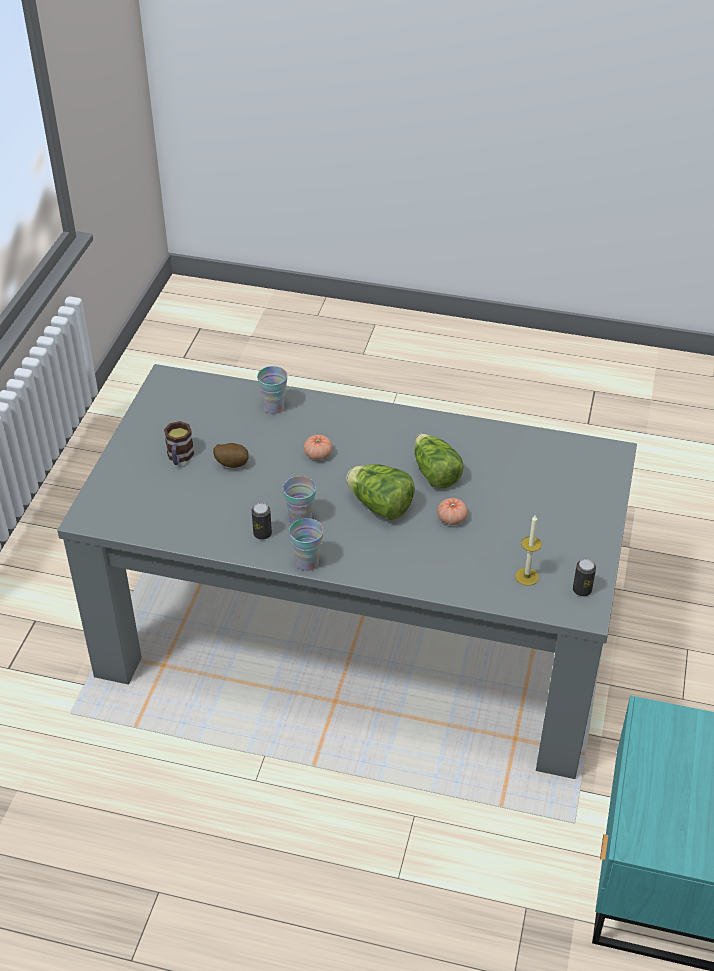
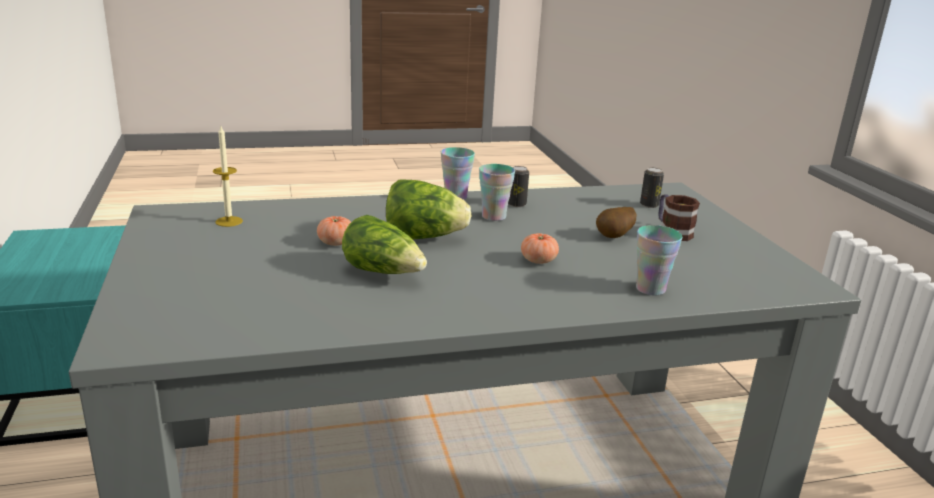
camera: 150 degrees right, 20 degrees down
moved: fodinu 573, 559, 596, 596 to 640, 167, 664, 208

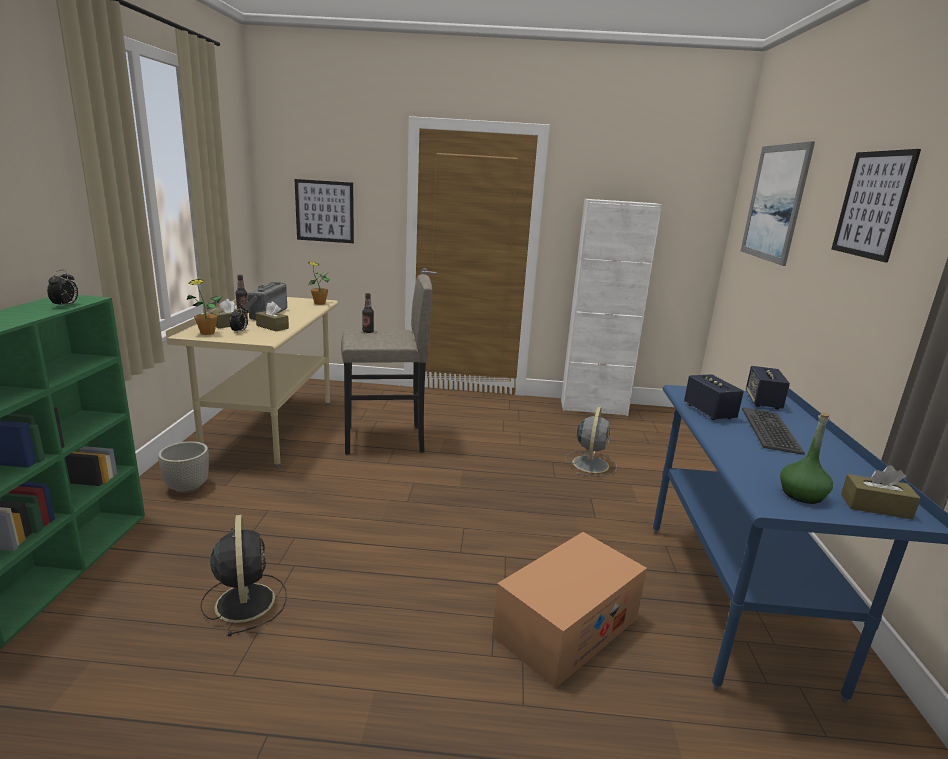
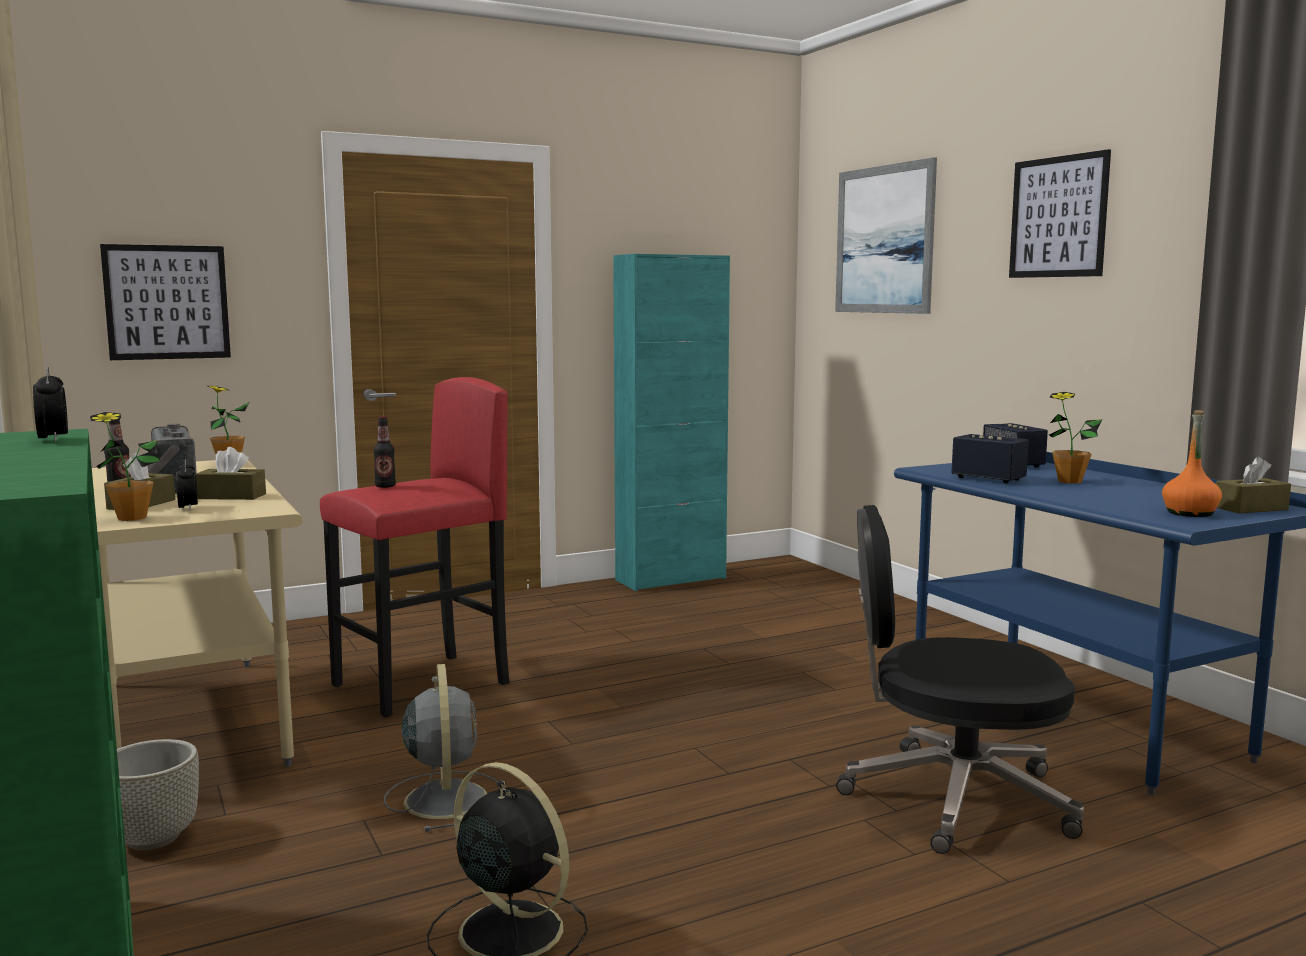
camera: 30 degrees left, 10 degrees down
moved: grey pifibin 565, 407, 617, 477 to 384, 664, 498, 832
replaced: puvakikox 493, 532, 647, 688 to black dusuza 836, 505, 1084, 854; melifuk 742, 407, 805, 455 to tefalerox 1049, 392, 1103, 484
recoloured: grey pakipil 341, 274, 432, 454 to red pakipil 320, 377, 509, 717; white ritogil 561, 199, 662, 416 to turquoise ritogil 613, 254, 730, 591; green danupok 780, 412, 833, 504 to orange danupok 1162, 410, 1222, 517

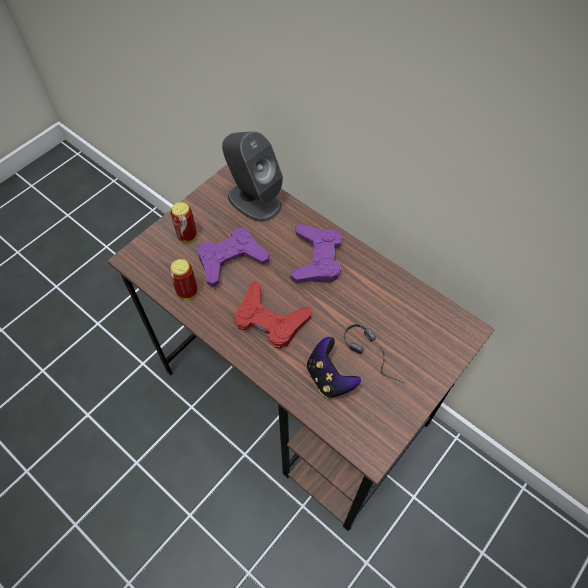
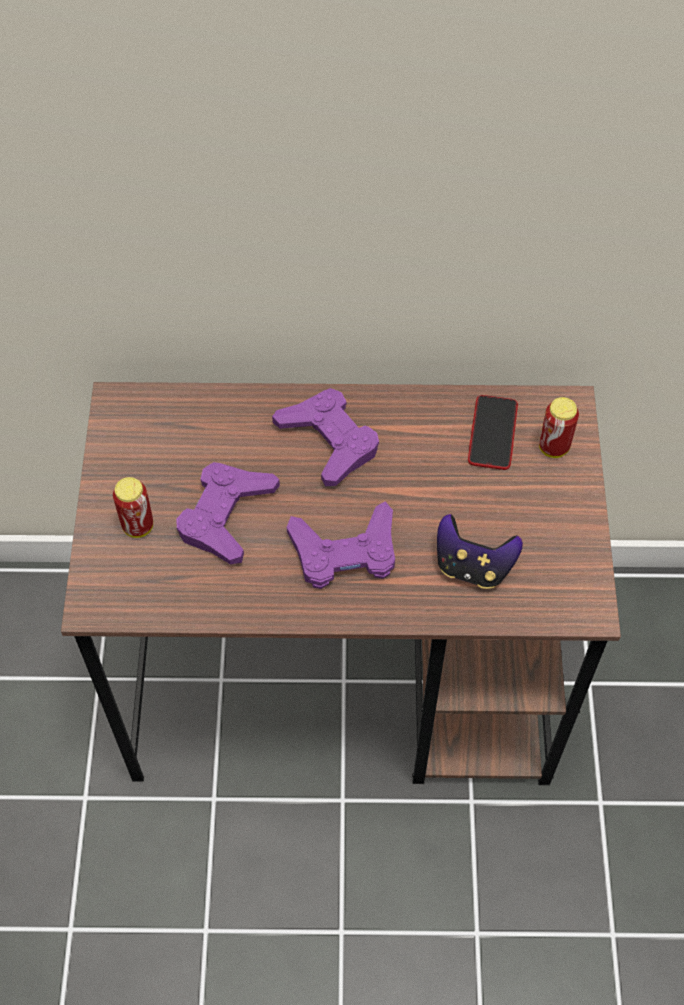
camera: 40 degrees left, 0 degrees up
removed: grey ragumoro 222, 131, 283, 222; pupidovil 344, 324, 404, 383
added: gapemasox 468, 395, 518, 470
moved: fodinu 169, 259, 198, 299 to 539, 397, 579, 458
recoloured: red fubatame 234, 281, 311, 349 to purple fubatame 287, 501, 395, 589

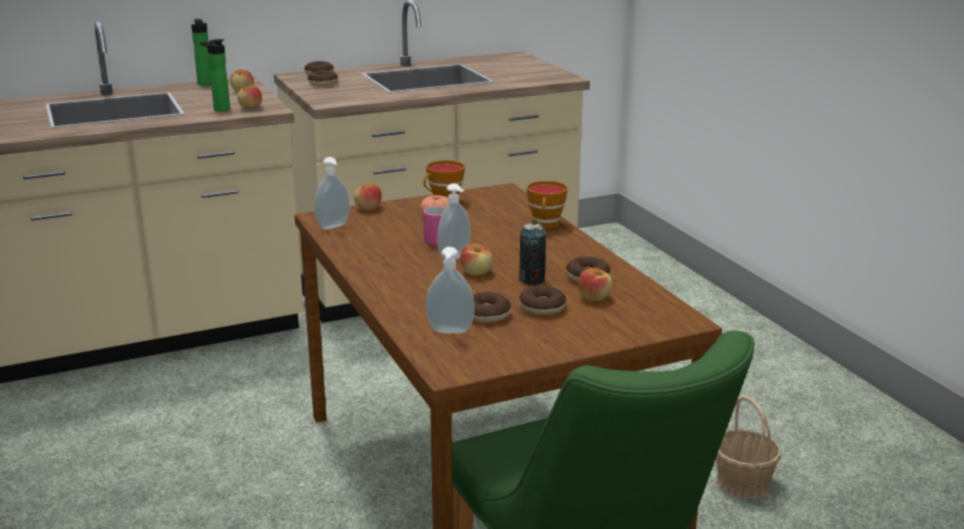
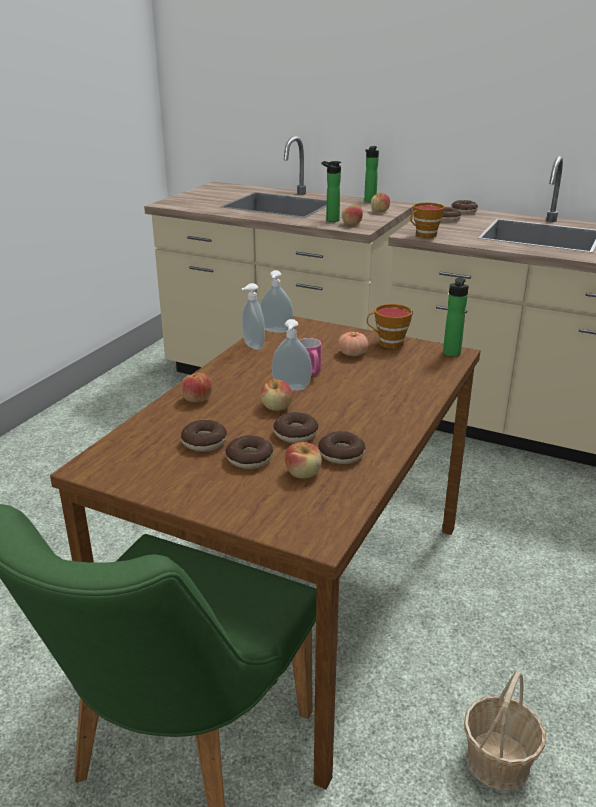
camera: 50 degrees right, 5 degrees up
added: danupok 443, 277, 469, 357
moved: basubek 354, 183, 382, 210 to 181, 373, 212, 402; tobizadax 426, 247, 475, 334 to 241, 283, 265, 350; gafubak 526, 181, 568, 229 to 410, 202, 445, 238
replaced: fodinu 519, 223, 546, 286 to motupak 273, 412, 318, 443

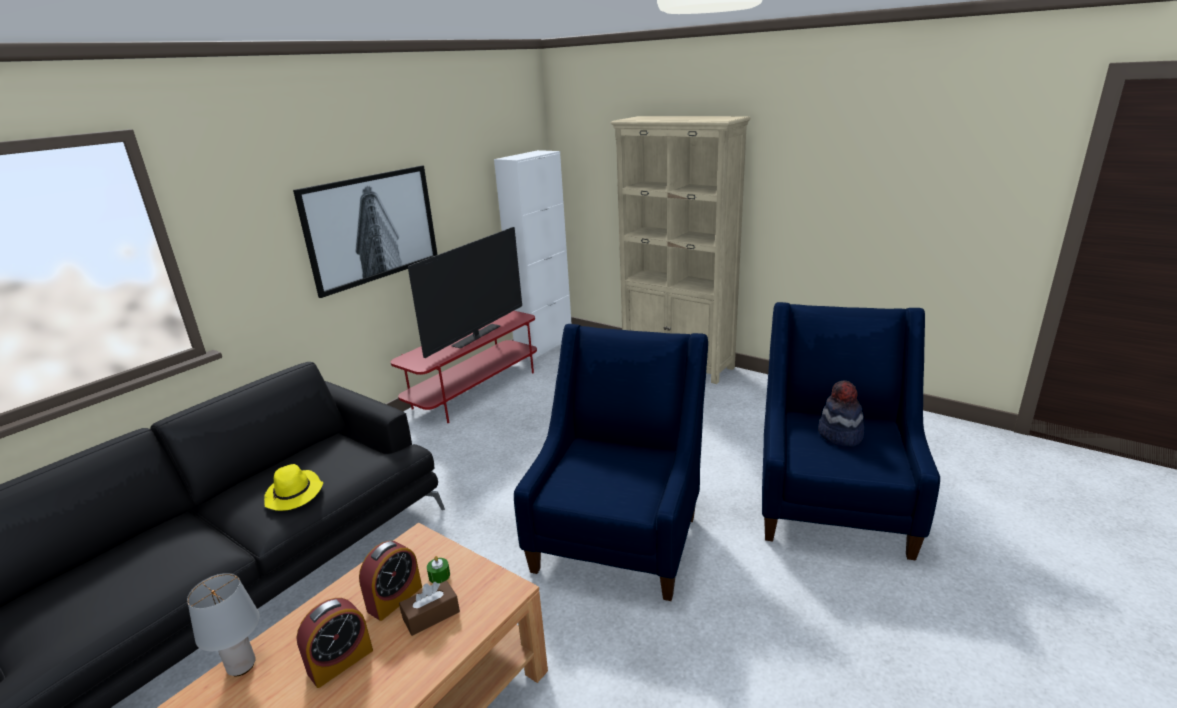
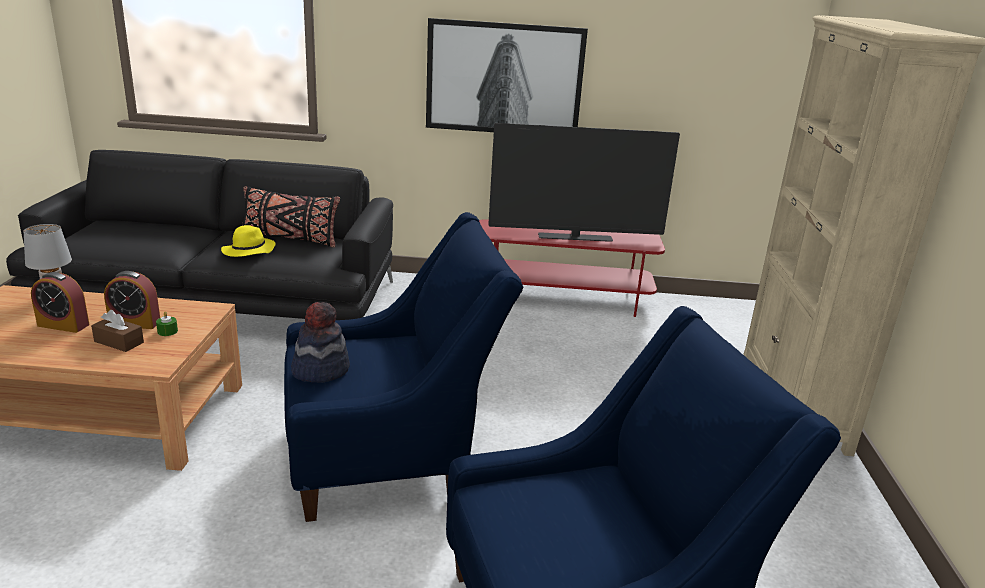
camera: 55 degrees right, 0 degrees up
removed: white ritogil 494, 150, 572, 359
added: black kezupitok 242, 186, 340, 247
moved: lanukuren 818, 380, 864, 447 to 291, 302, 350, 383

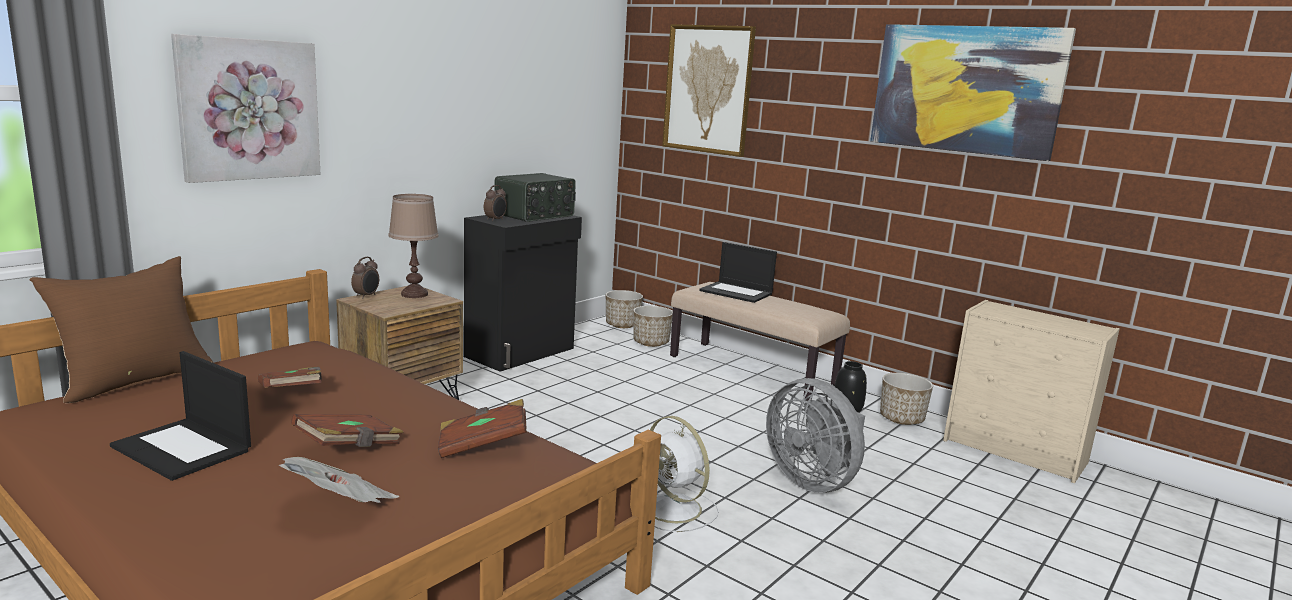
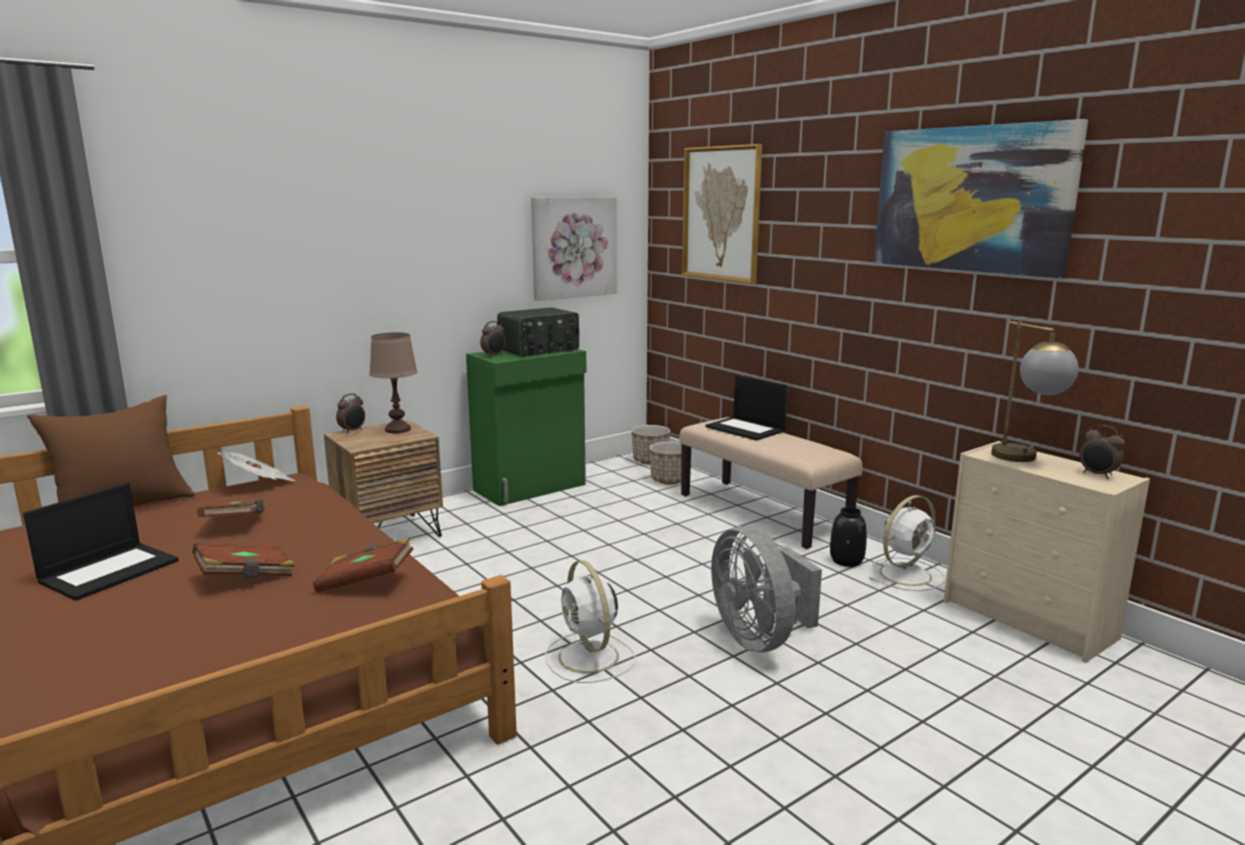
camera: 15 degrees right, 0 degrees up
added: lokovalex 991, 321, 1079, 462; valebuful 1080, 425, 1125, 479
moved: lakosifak 171, 34, 321, 183 to 531, 197, 617, 301; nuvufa 279, 457, 399, 503 to 217, 452, 296, 481
replaced: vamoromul 880, 373, 933, 425 to white pifibin 868, 495, 945, 591
recoloured: black ritogil 464, 215, 582, 372 to green ritogil 466, 349, 587, 506
turned: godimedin 110, 351, 251, 481 = 23, 483, 179, 601 105 degrees counterclockwise

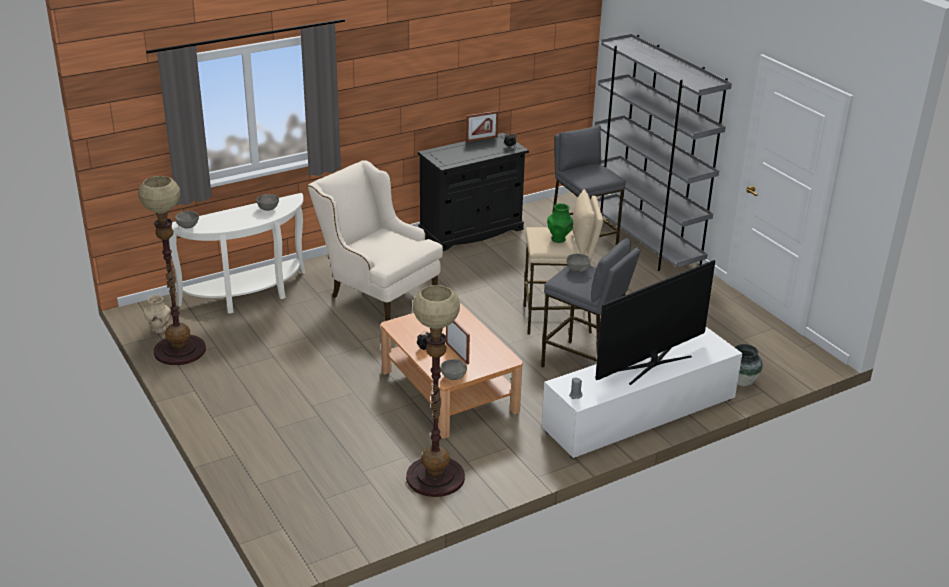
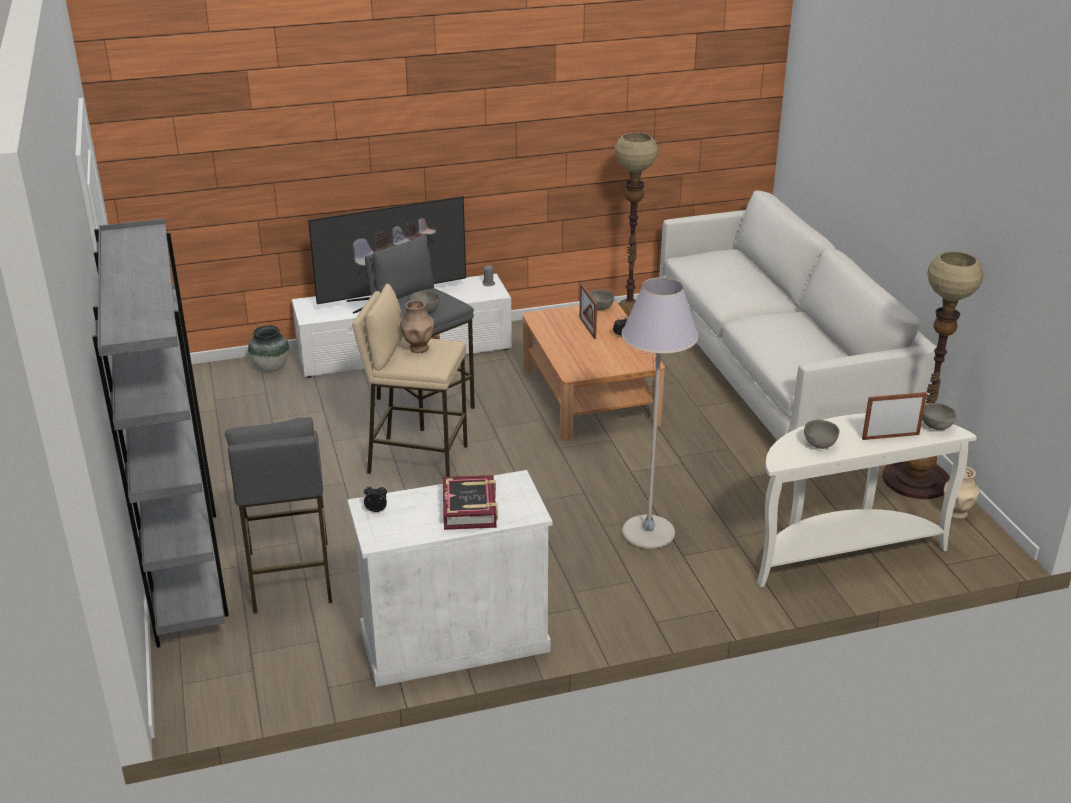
camera: 165 degrees left, 0 degrees up
added: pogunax 443, 475, 498, 530; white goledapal 659, 190, 937, 440
moved: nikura 466, 111, 499, 142 to 862, 392, 927, 440
replaced: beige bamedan 308, 160, 443, 321 to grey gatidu 622, 277, 699, 549
recoloured: black ritogil 418, 133, 529, 251 to white ritogil 347, 470, 553, 687; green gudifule 547, 203, 573, 243 to brown gudifule 400, 300, 434, 353

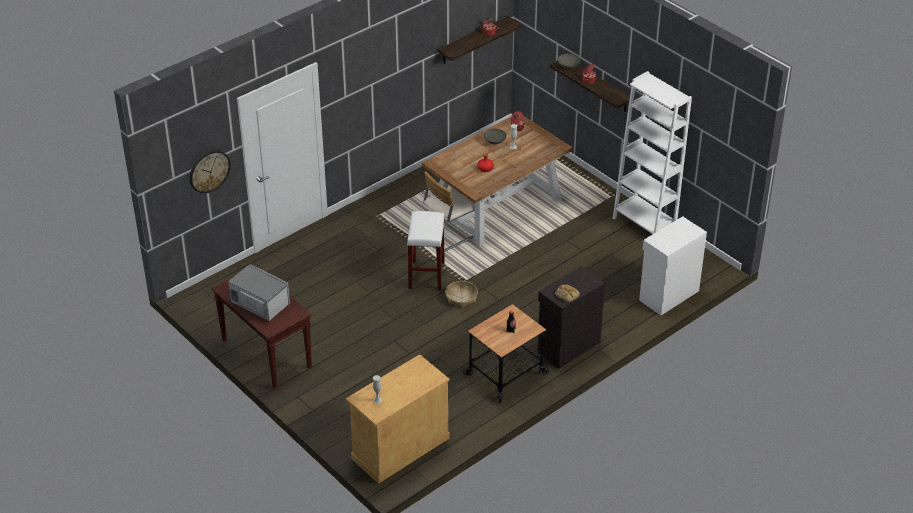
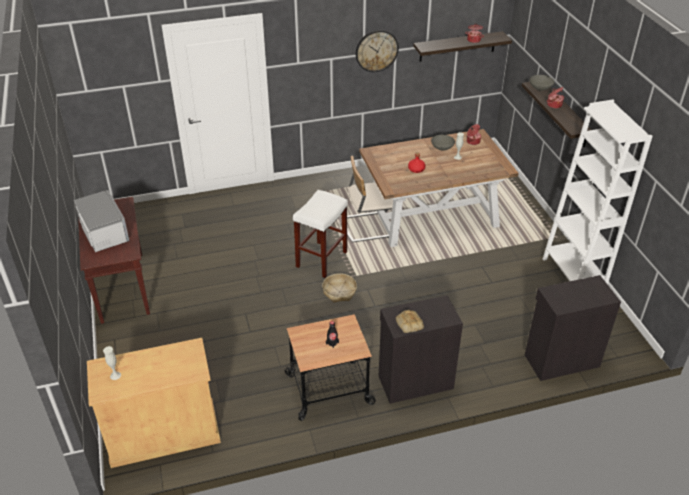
camera: 25 degrees right, 0 degrees up
moved: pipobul 190, 150, 231, 193 to 356, 30, 399, 72
recoloured: white ritogil 639, 216, 707, 315 to black ritogil 525, 275, 621, 381

